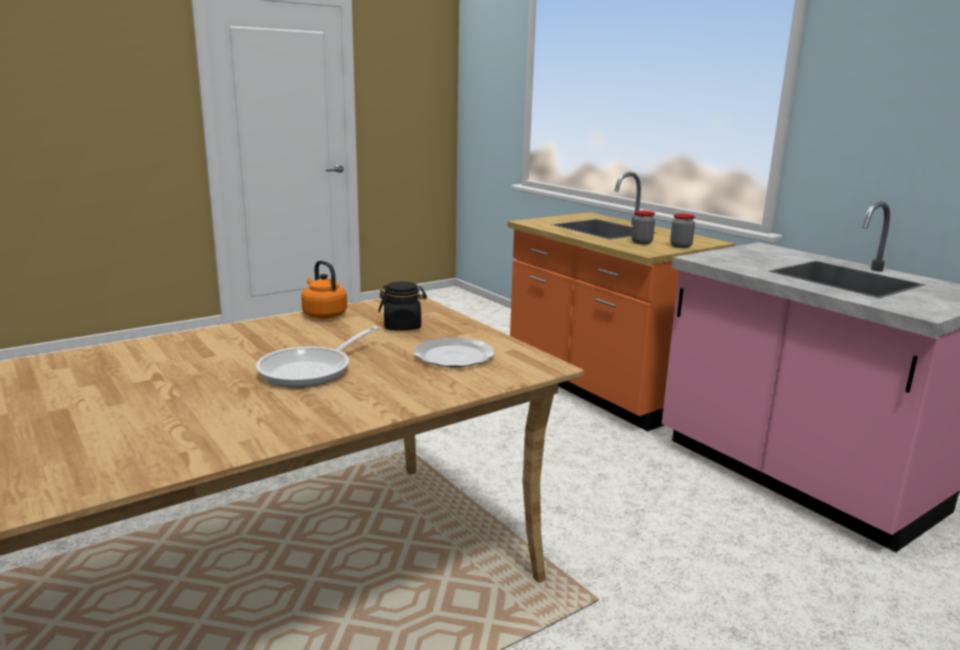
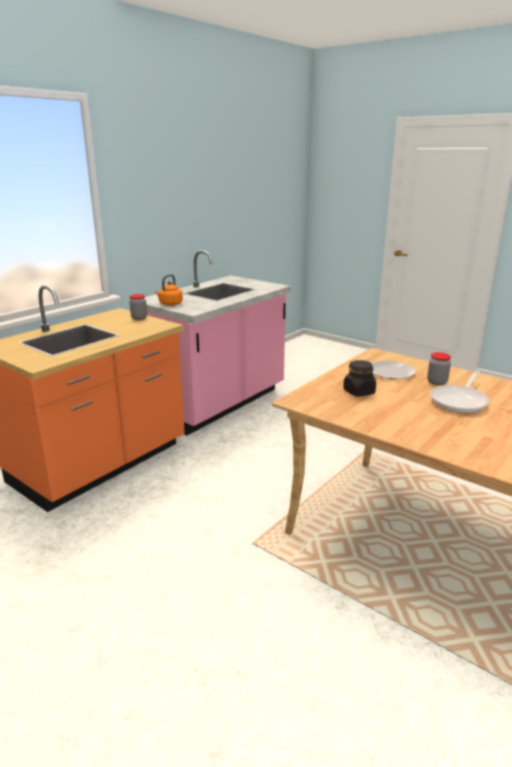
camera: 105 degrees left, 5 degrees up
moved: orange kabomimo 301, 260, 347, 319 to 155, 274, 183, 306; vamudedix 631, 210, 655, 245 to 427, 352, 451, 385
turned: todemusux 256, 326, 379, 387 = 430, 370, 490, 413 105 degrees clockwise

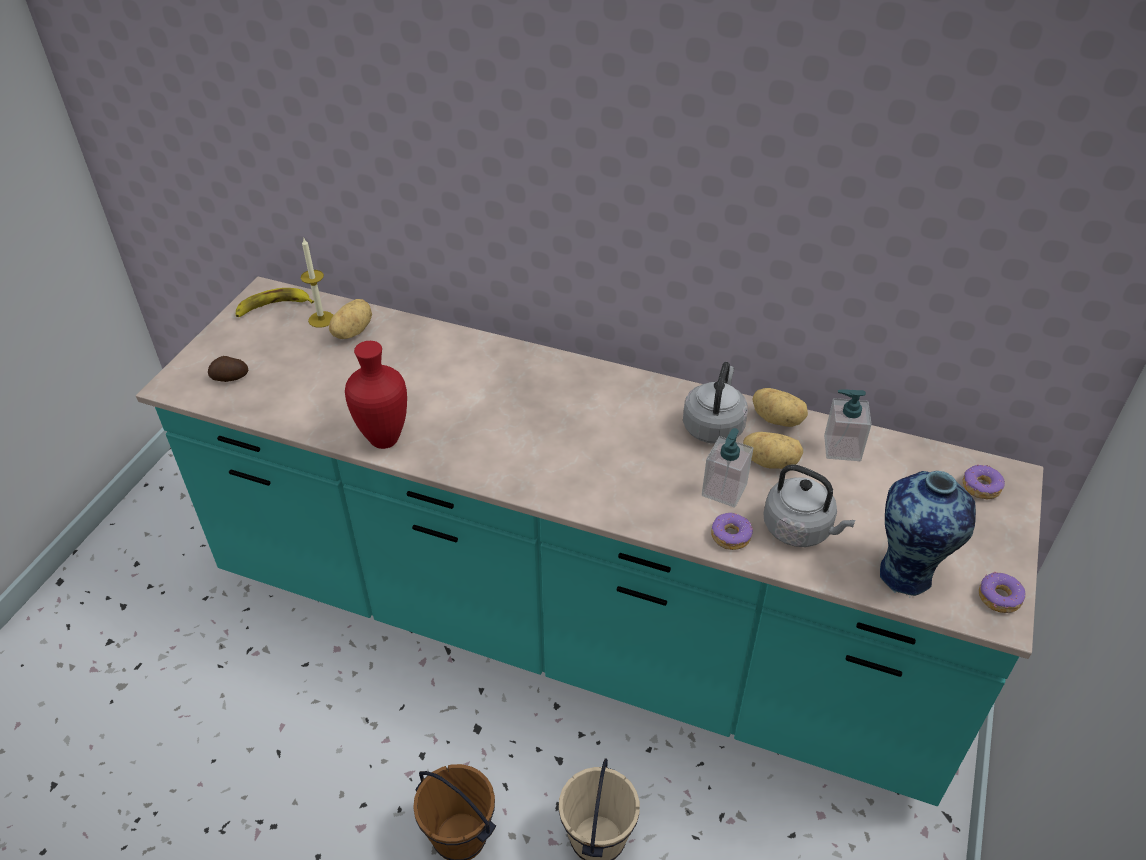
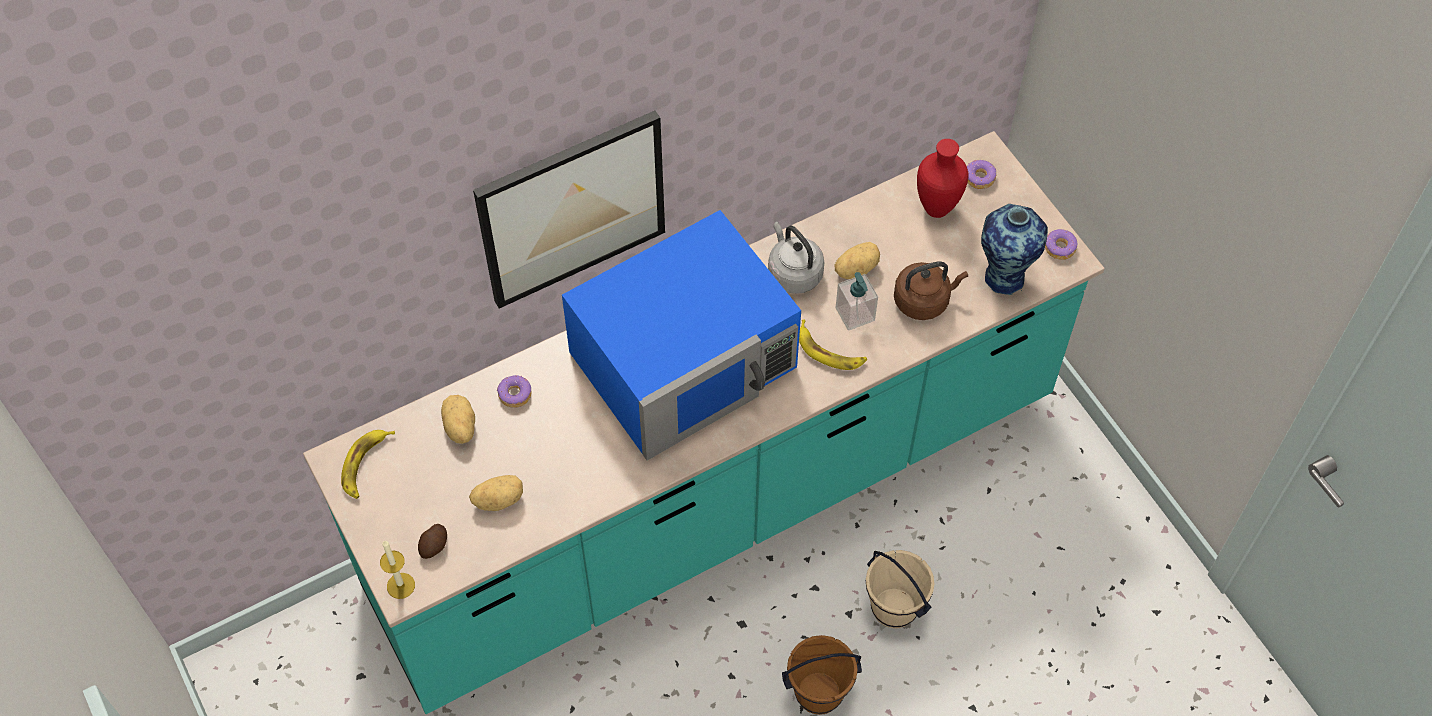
camera: 50 degrees left, 15 degrees up
removed: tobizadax 824, 389, 872, 461
added: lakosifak 473, 110, 665, 309; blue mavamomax 562, 210, 801, 460; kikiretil 799, 319, 867, 370
moved: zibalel 301, 238, 334, 328 to 380, 540, 415, 599; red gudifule 345, 341, 407, 449 to 917, 139, 968, 218; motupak 711, 513, 753, 550 to 497, 375, 531, 408; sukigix 752, 388, 808, 427 to 469, 475, 523, 511
recoloured: grey kabomimo 764, 464, 855, 547 to brown kabomimo 894, 261, 968, 320

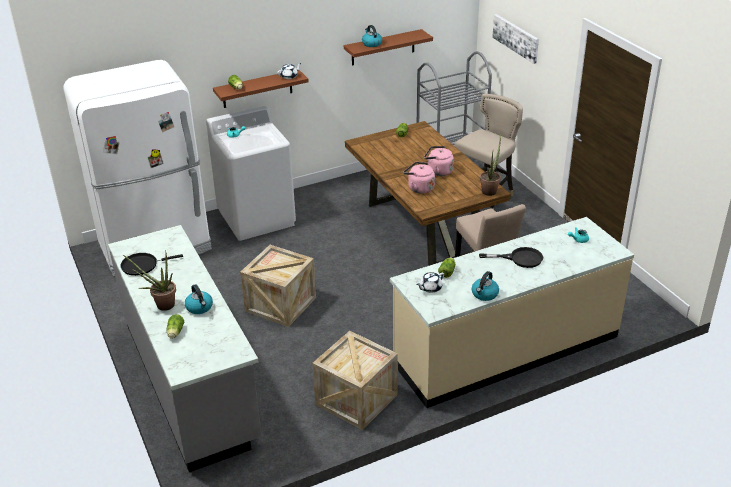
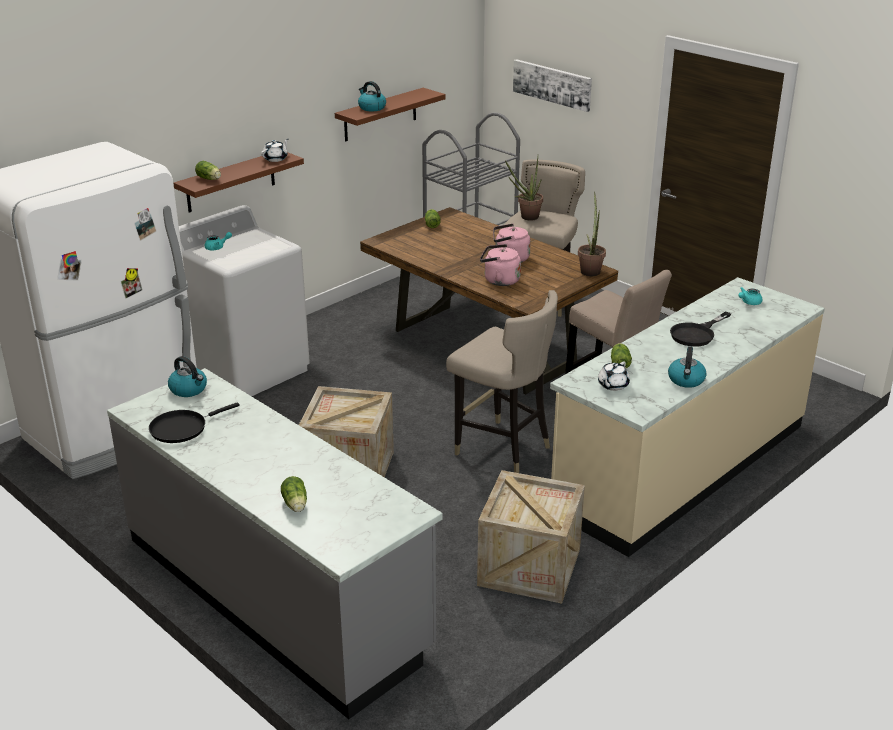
camera: 20 degrees left, 5 degrees down
added: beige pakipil 446, 290, 558, 473
moved: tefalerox 123, 250, 176, 311 to 505, 157, 543, 221; kabomimo 185, 284, 213, 314 to 168, 356, 207, 397
turned: black todemusux 479, 247, 543, 268 = 670, 311, 731, 347 150 degrees clockwise

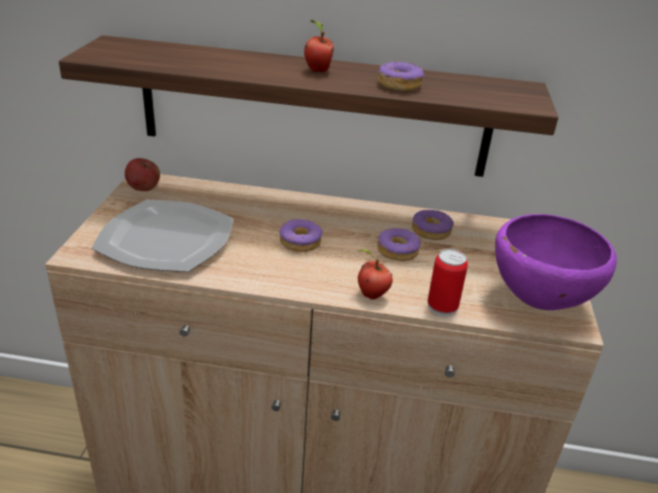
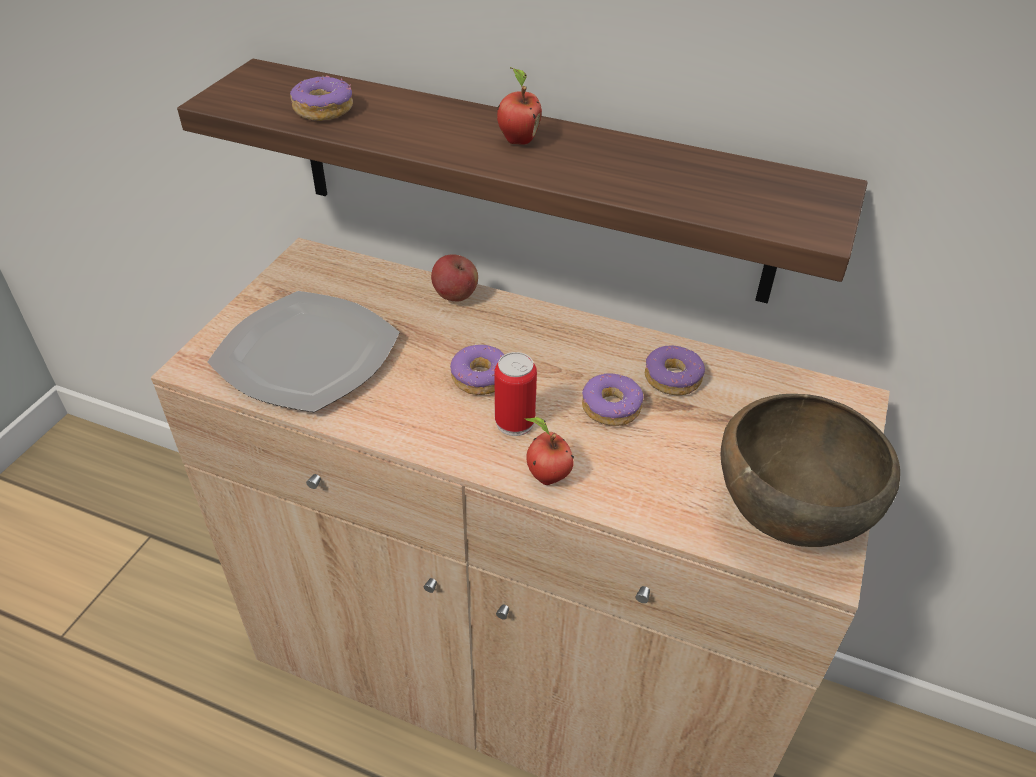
camera: 15 degrees right, 10 degrees up
moved: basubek 125, 158, 160, 191 to 431, 254, 478, 301; motupak 378, 61, 424, 91 to 290, 76, 353, 121; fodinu 428, 249, 468, 317 to 494, 352, 537, 436
recoloured: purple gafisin 495, 214, 617, 310 to brown gafisin 720, 394, 900, 547

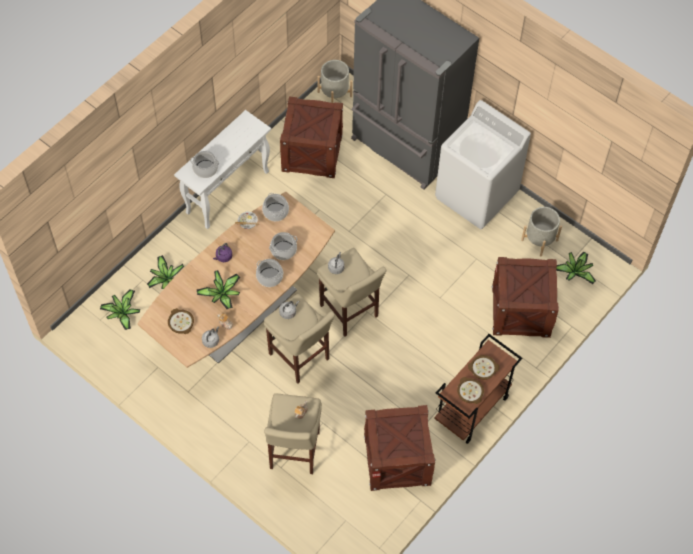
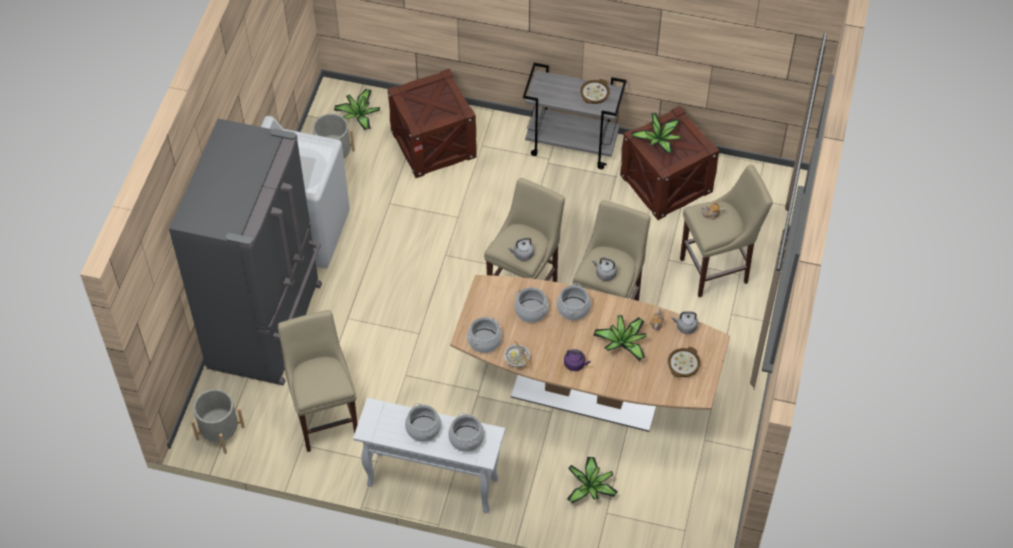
camera: 115 degrees left, 5 degrees down
removed: gafisin 468, 355, 500, 380
added: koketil 405, 403, 441, 442
moved: tefalerox 100, 289, 141, 330 to 631, 113, 681, 154
replaced: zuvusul 280, 96, 343, 178 to beige pakipil 278, 310, 358, 452
recoloured: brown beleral 434, 334, 522, 444 to grey beleral 523, 63, 627, 169

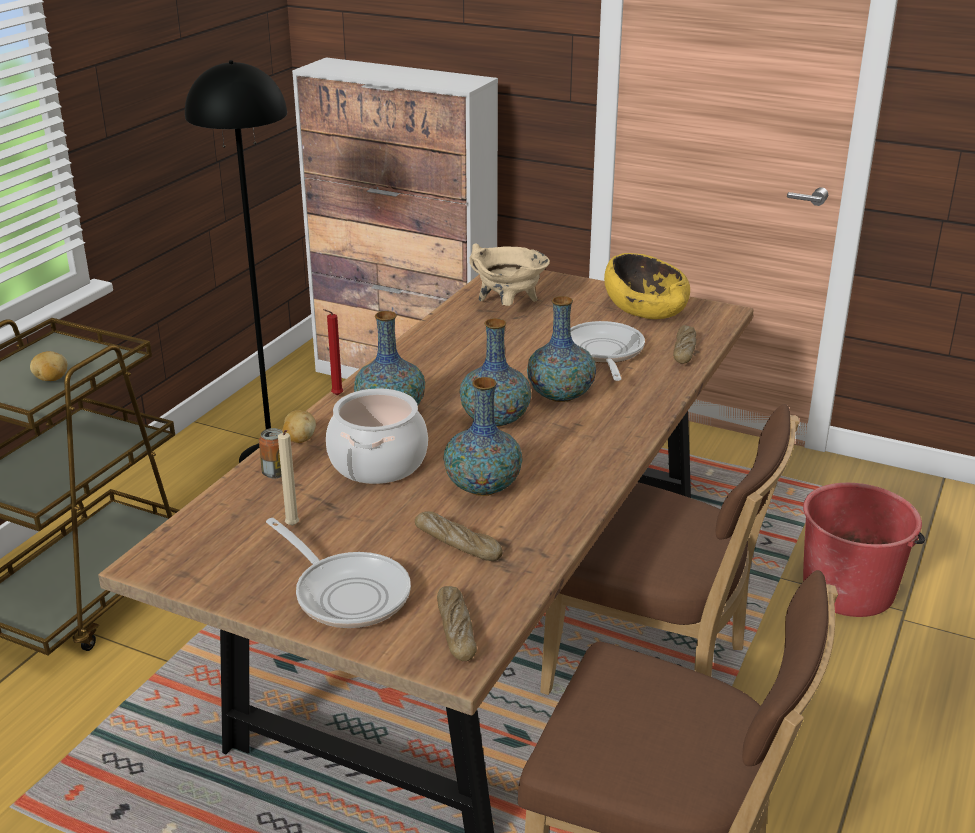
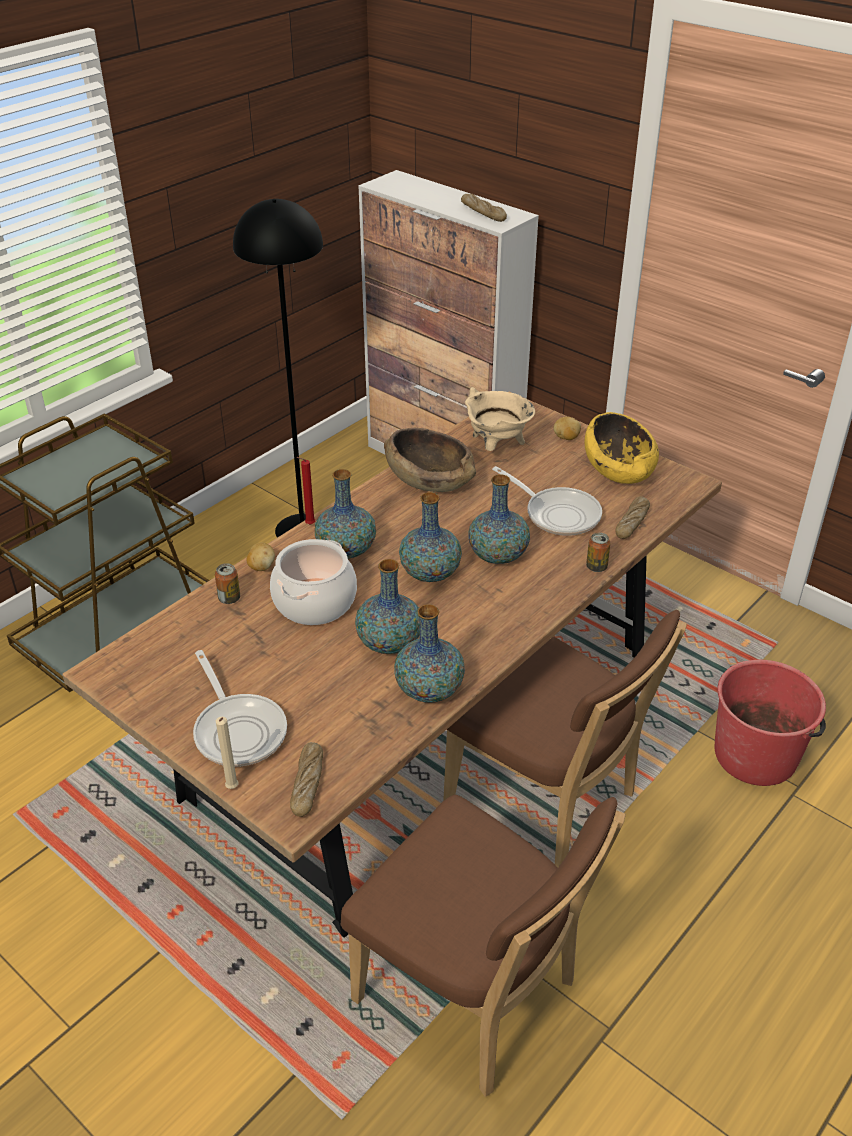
camera: 15 degrees right, 10 degrees up
added: brown gafisin 384, 428, 476, 492; gudifule 394, 604, 465, 703; fodinu 586, 533, 610, 572
moved: sukigix 30, 351, 67, 381 to 554, 417, 581, 440; beige zibalel 278, 430, 299, 526 to 216, 717, 239, 789; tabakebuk 415, 511, 503, 561 to 461, 194, 507, 222
turned: todemusux 570, 321, 645, 381 = 492, 466, 602, 536 120 degrees clockwise

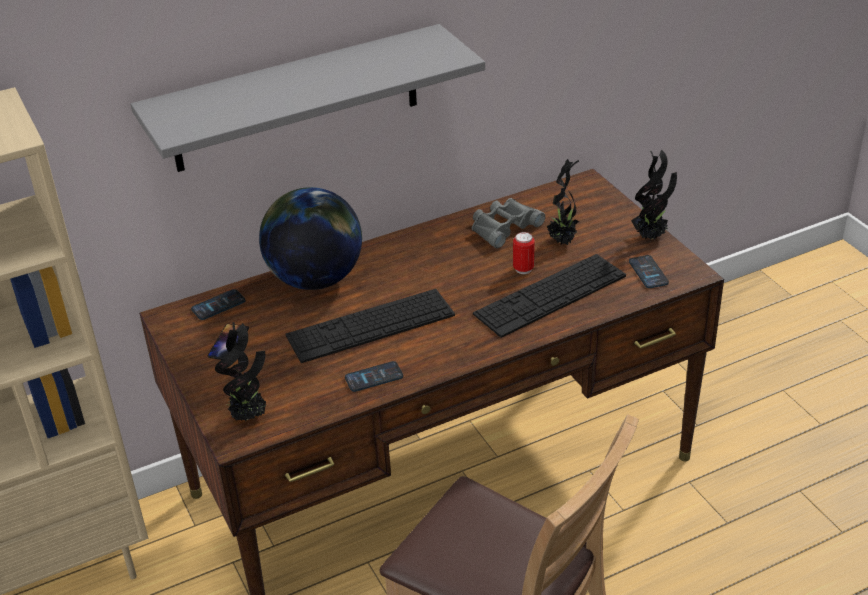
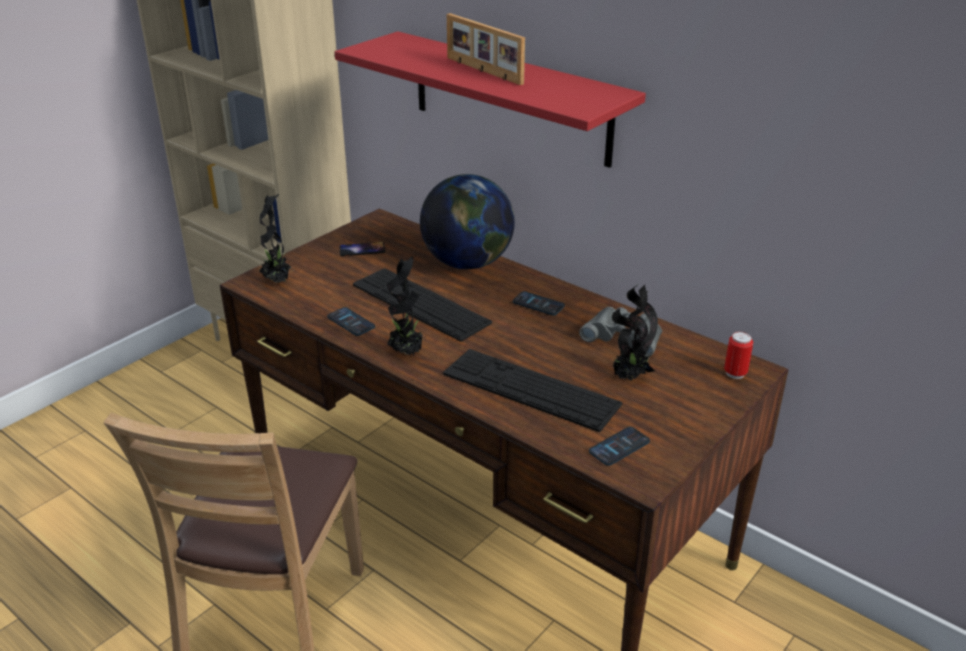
camera: 65 degrees right, 5 degrees down
added: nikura 447, 13, 525, 85
moved: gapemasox 191, 289, 246, 320 to 513, 291, 565, 316; fodinu 513, 232, 535, 274 to 724, 332, 753, 379; tefalerox 631, 149, 677, 239 to 387, 256, 426, 356
recoloured: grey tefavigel 131, 24, 485, 172 to red tefavigel 335, 31, 646, 168

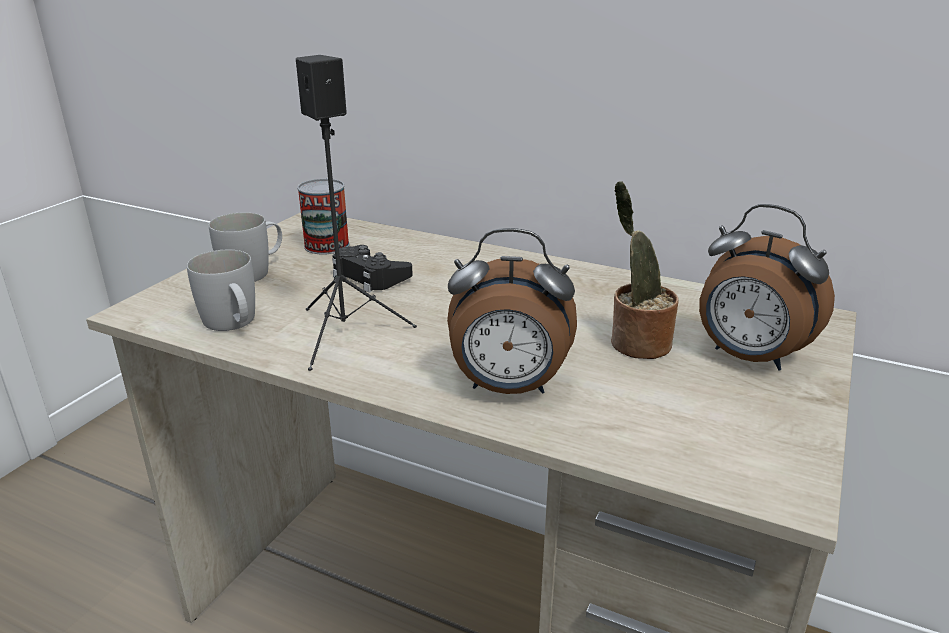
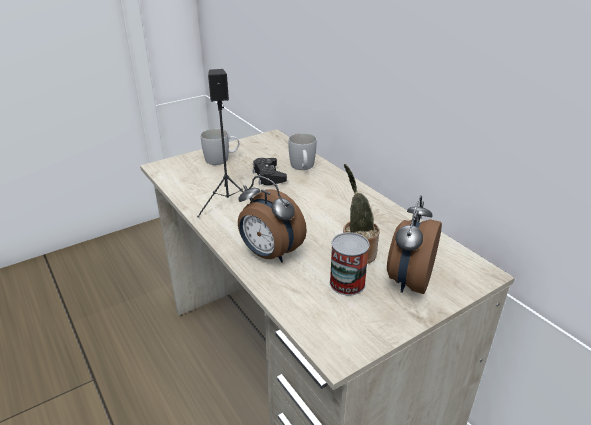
camera: 30 degrees right, 5 degrees up
moved: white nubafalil 187, 250, 255, 331 to 288, 133, 317, 170; fodinu 297, 179, 349, 254 to 330, 232, 370, 295
turned: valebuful 699, 204, 835, 371 = 387, 196, 442, 294 45 degrees clockwise

